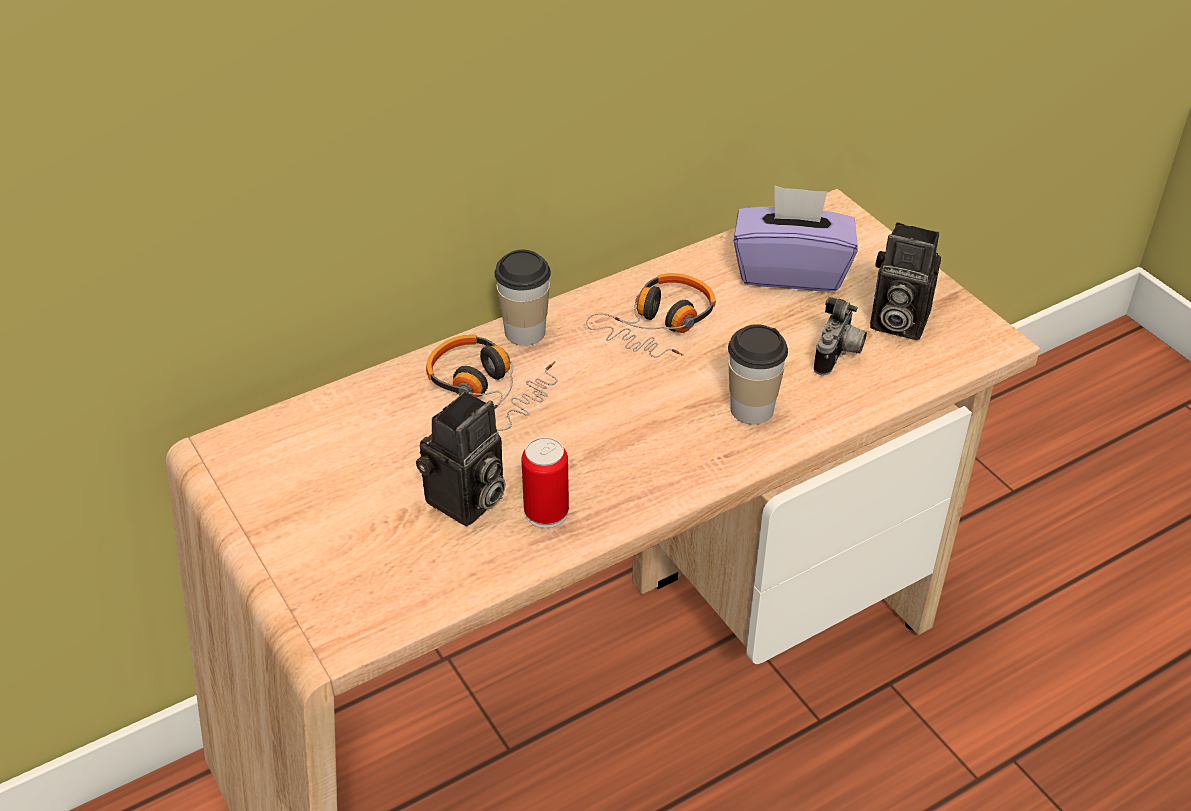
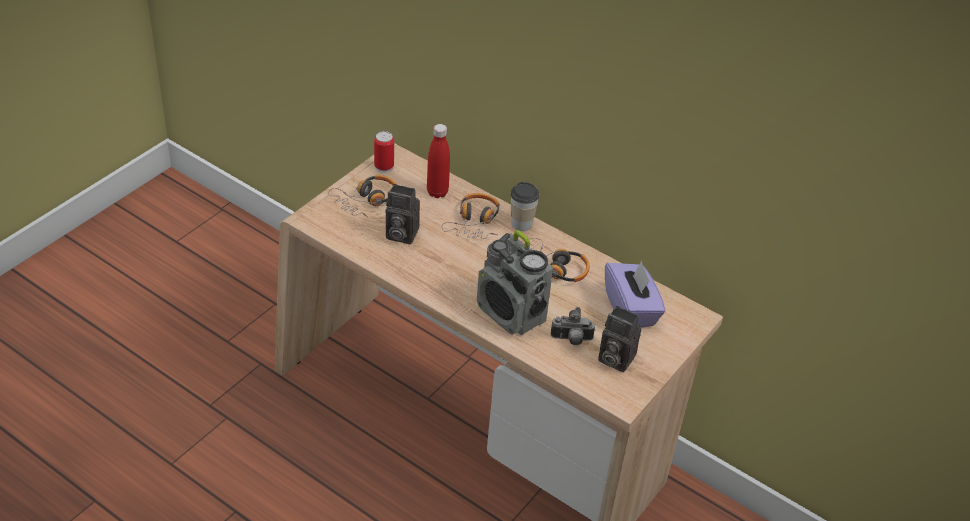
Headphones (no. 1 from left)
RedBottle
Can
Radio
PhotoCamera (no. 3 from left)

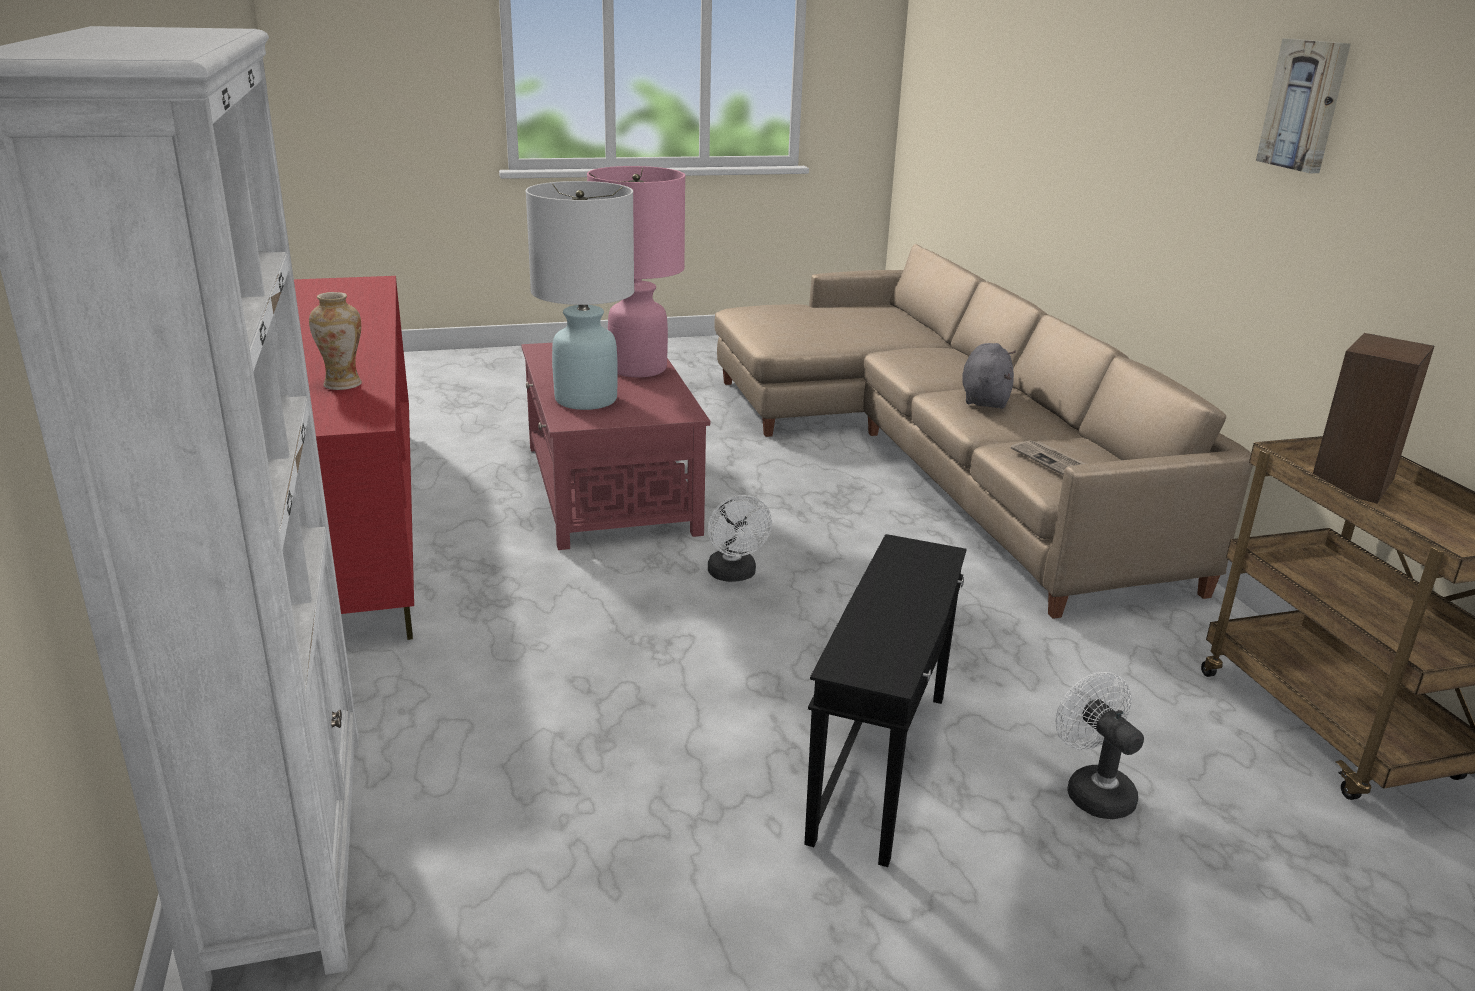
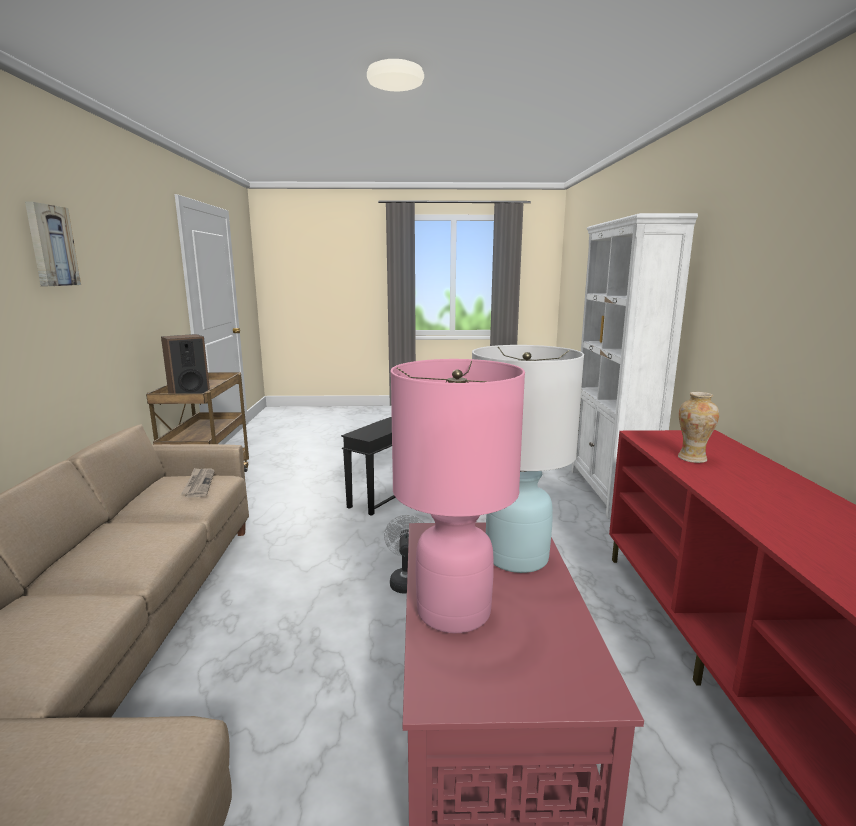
GreyPlushToy
WhiteFan (no. 2 from left in the first image)

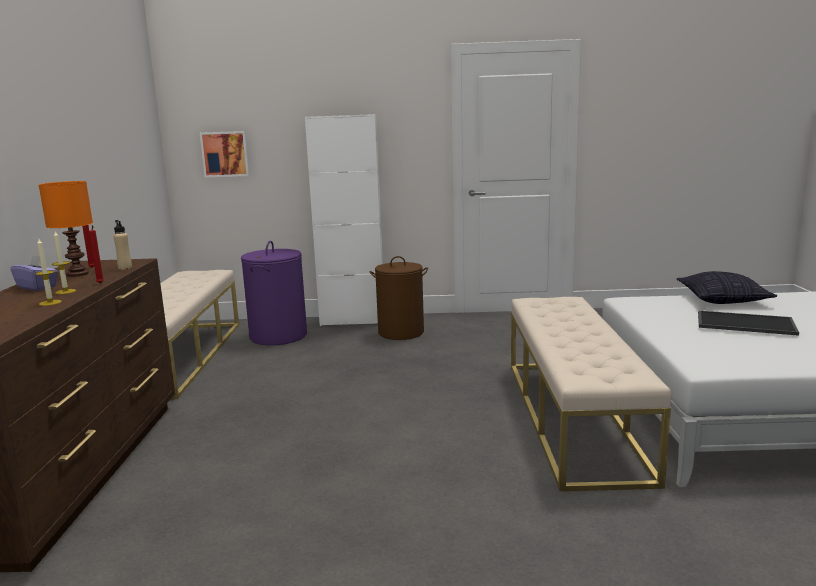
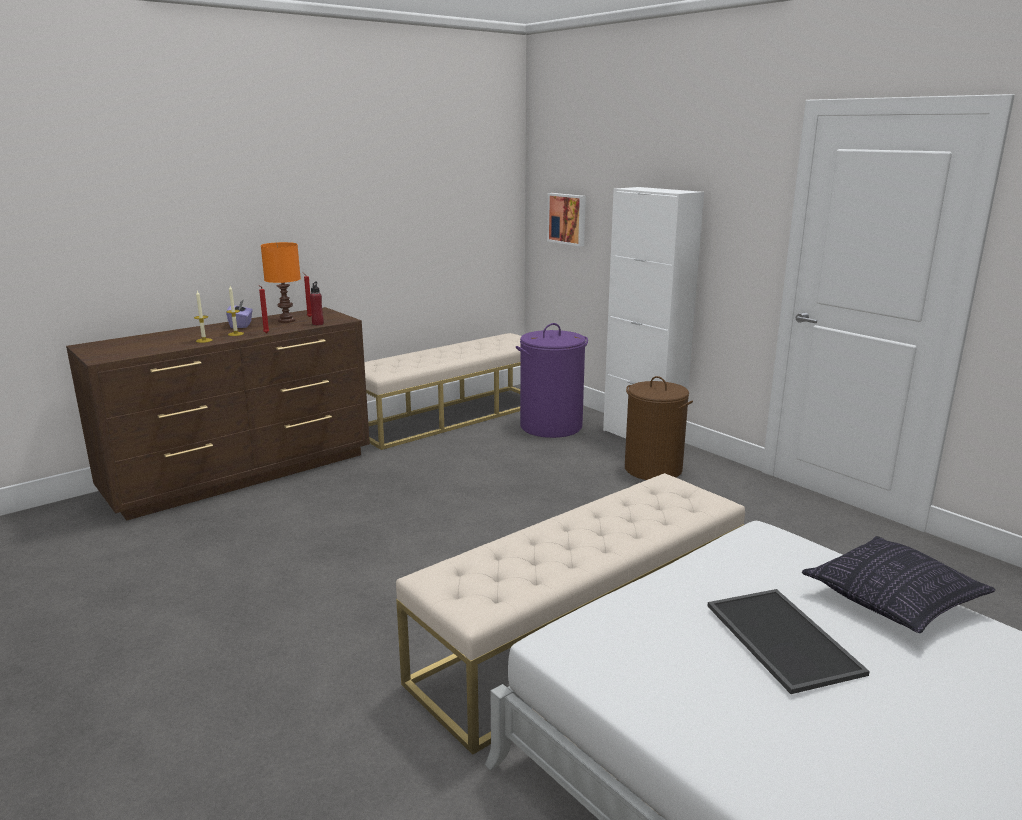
RedBottle

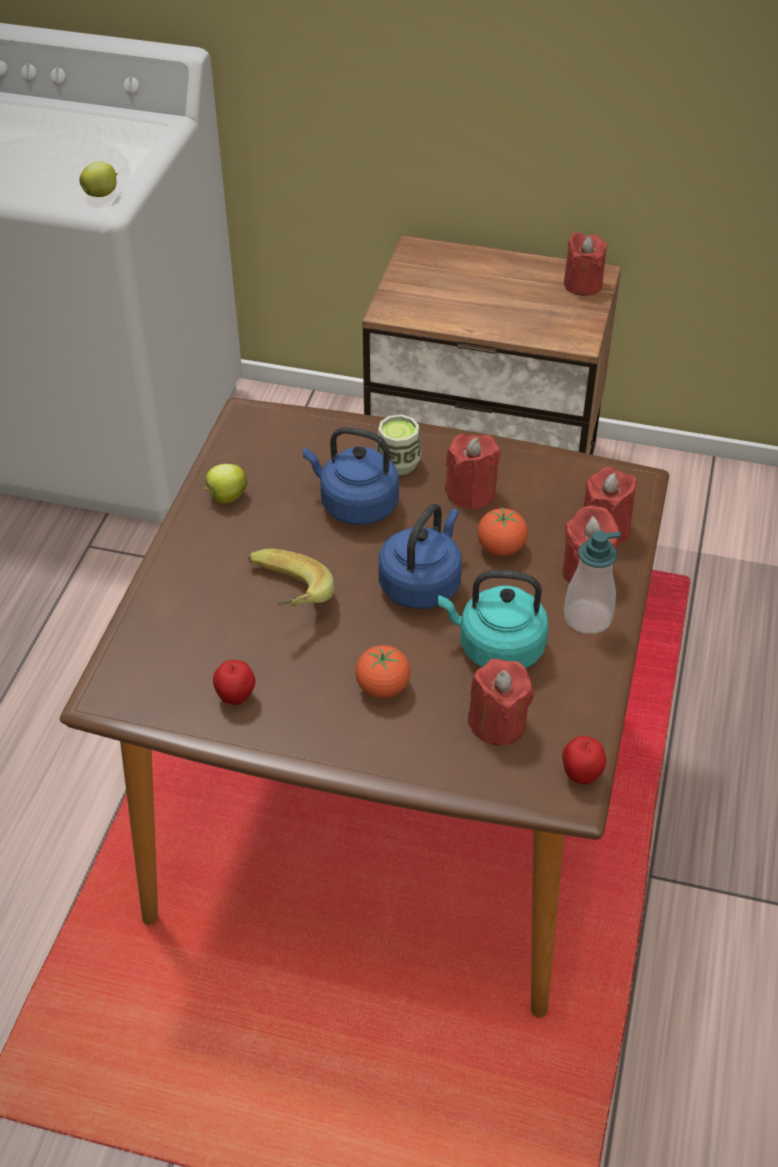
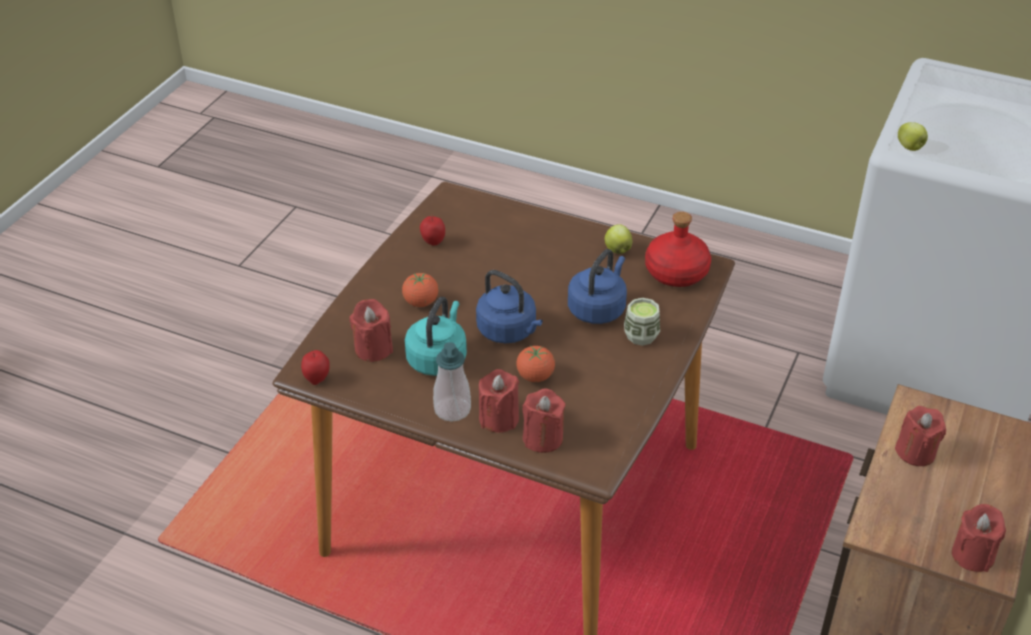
Banana
RedBottle
RedCandle (no. 4 from left)

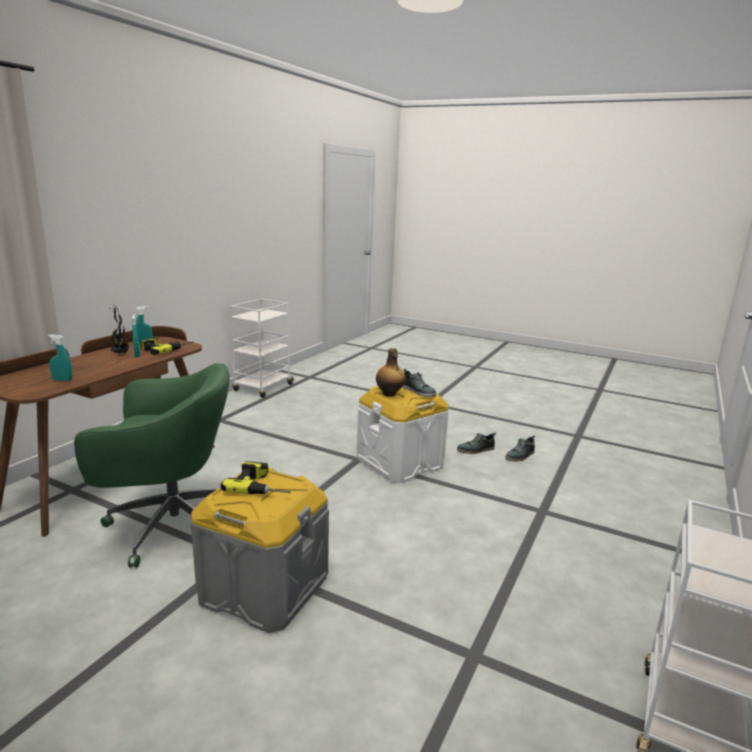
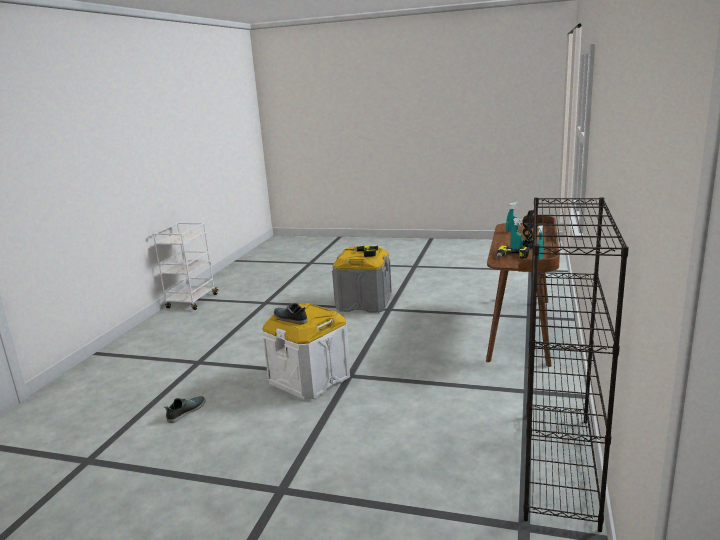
GreenOfficeChair
Bottle
Shoe (no. 2 from left in the first image)
BlackBookcase

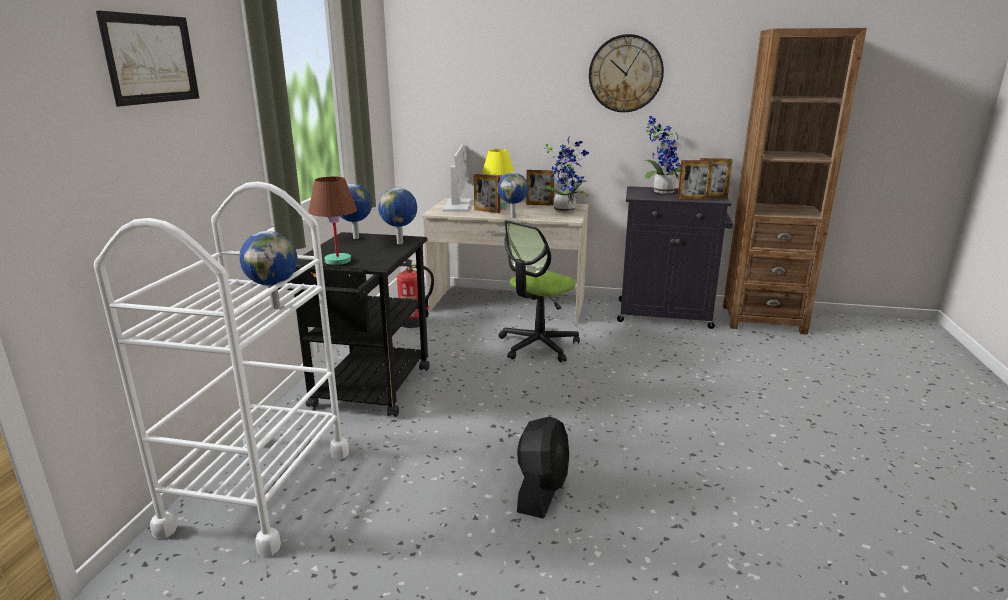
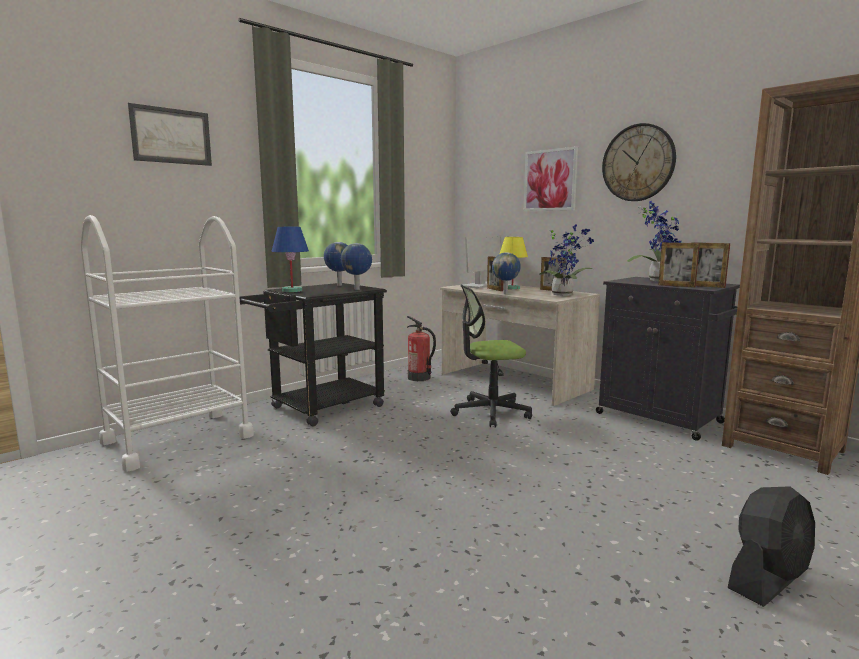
Globe (no. 1 from left in the first image)
Picture (no. 2 from left)
BlackFan
BlueTableLamp

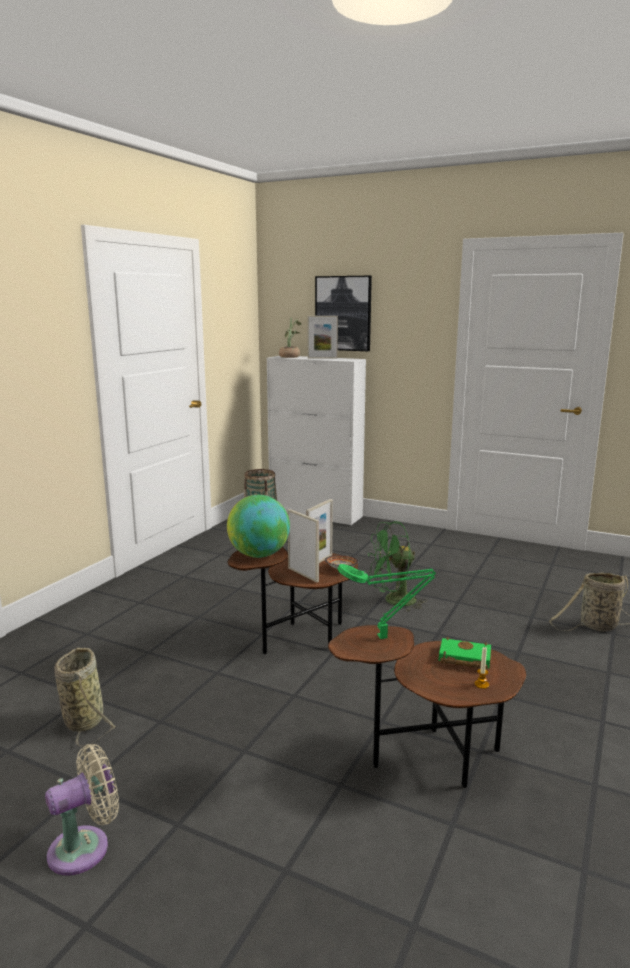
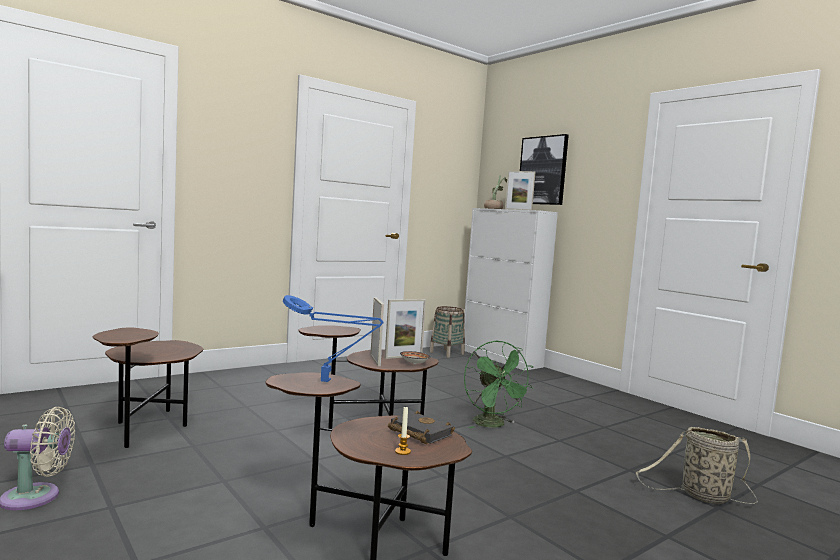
Globe
BrownSideTable (no. 1 from left)
BlueTableLamp
BlackBook
GreenFan

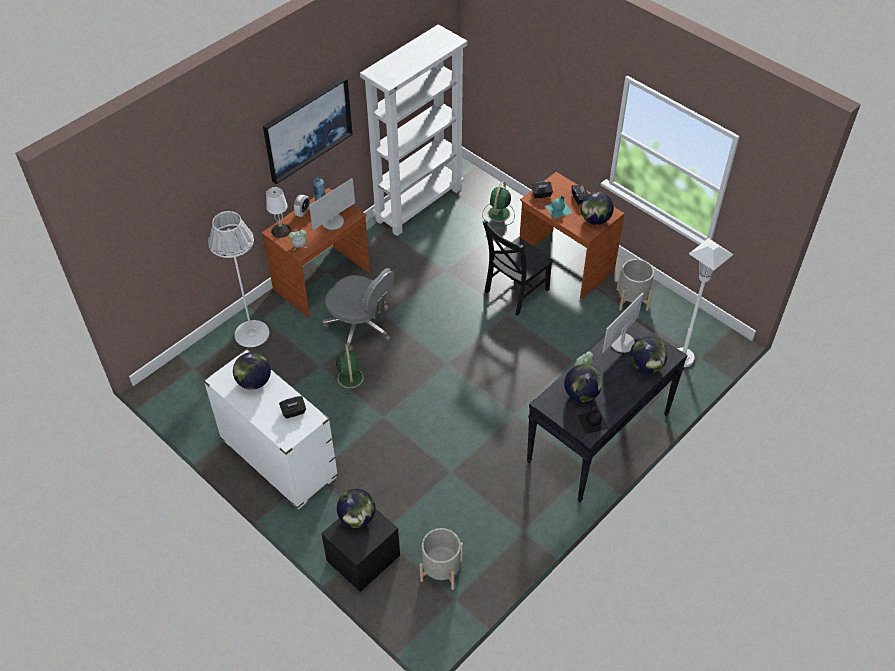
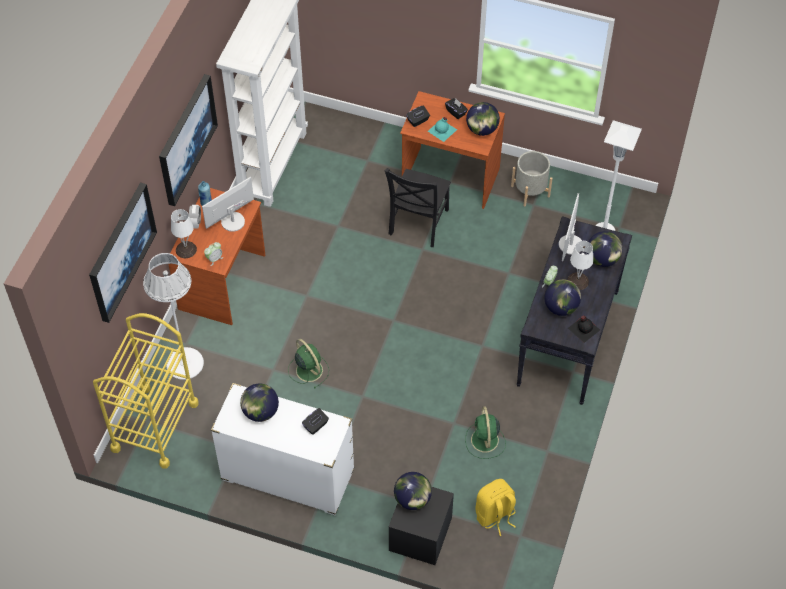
GreyOfficeChair
Picture (no. 1 from left)
YellowCart
WhiteTableLamp (no. 2 from left)
GreenFan (no. 2 from left)
YellowBackpack
Monitor (no. 1 from left)

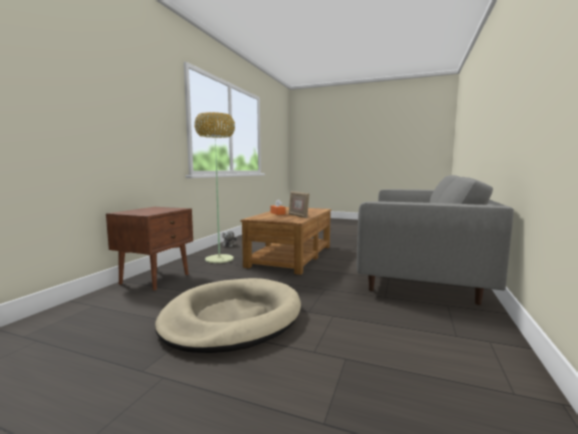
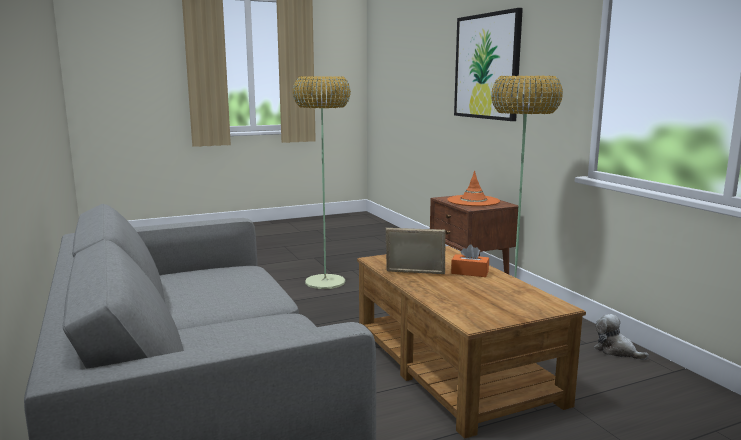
OrangeHat
Picture
FloorLamp (no. 1 from left)

